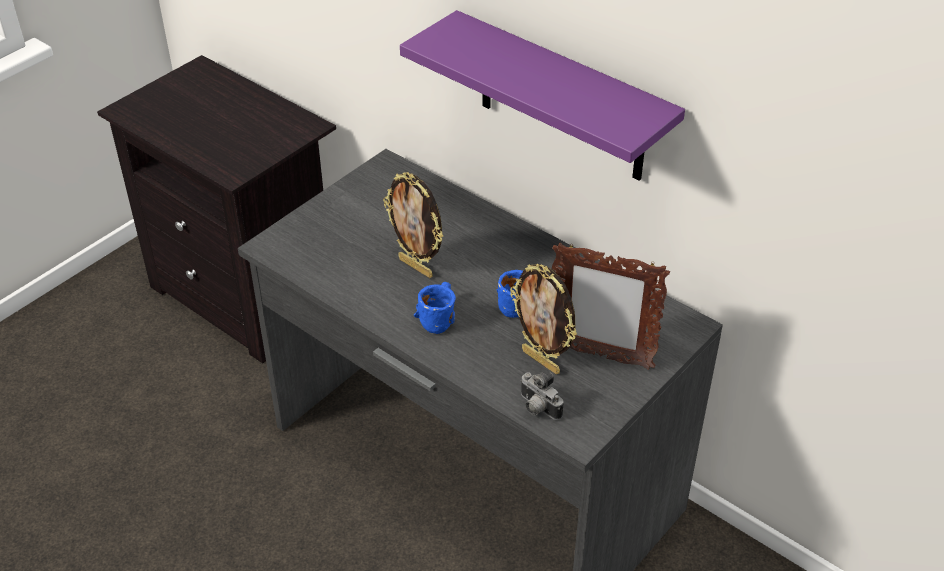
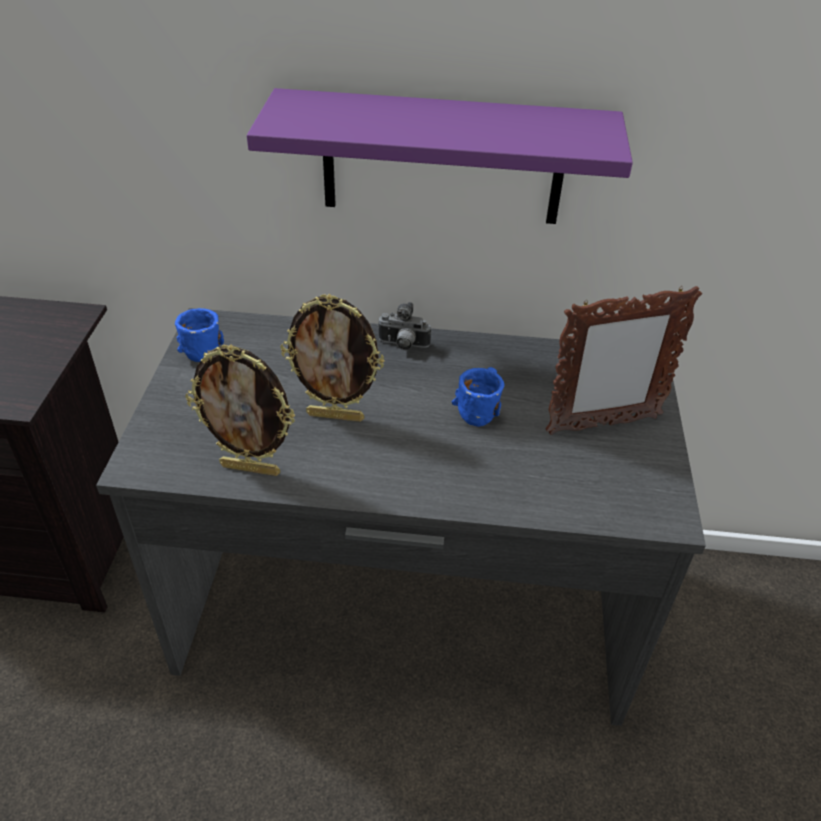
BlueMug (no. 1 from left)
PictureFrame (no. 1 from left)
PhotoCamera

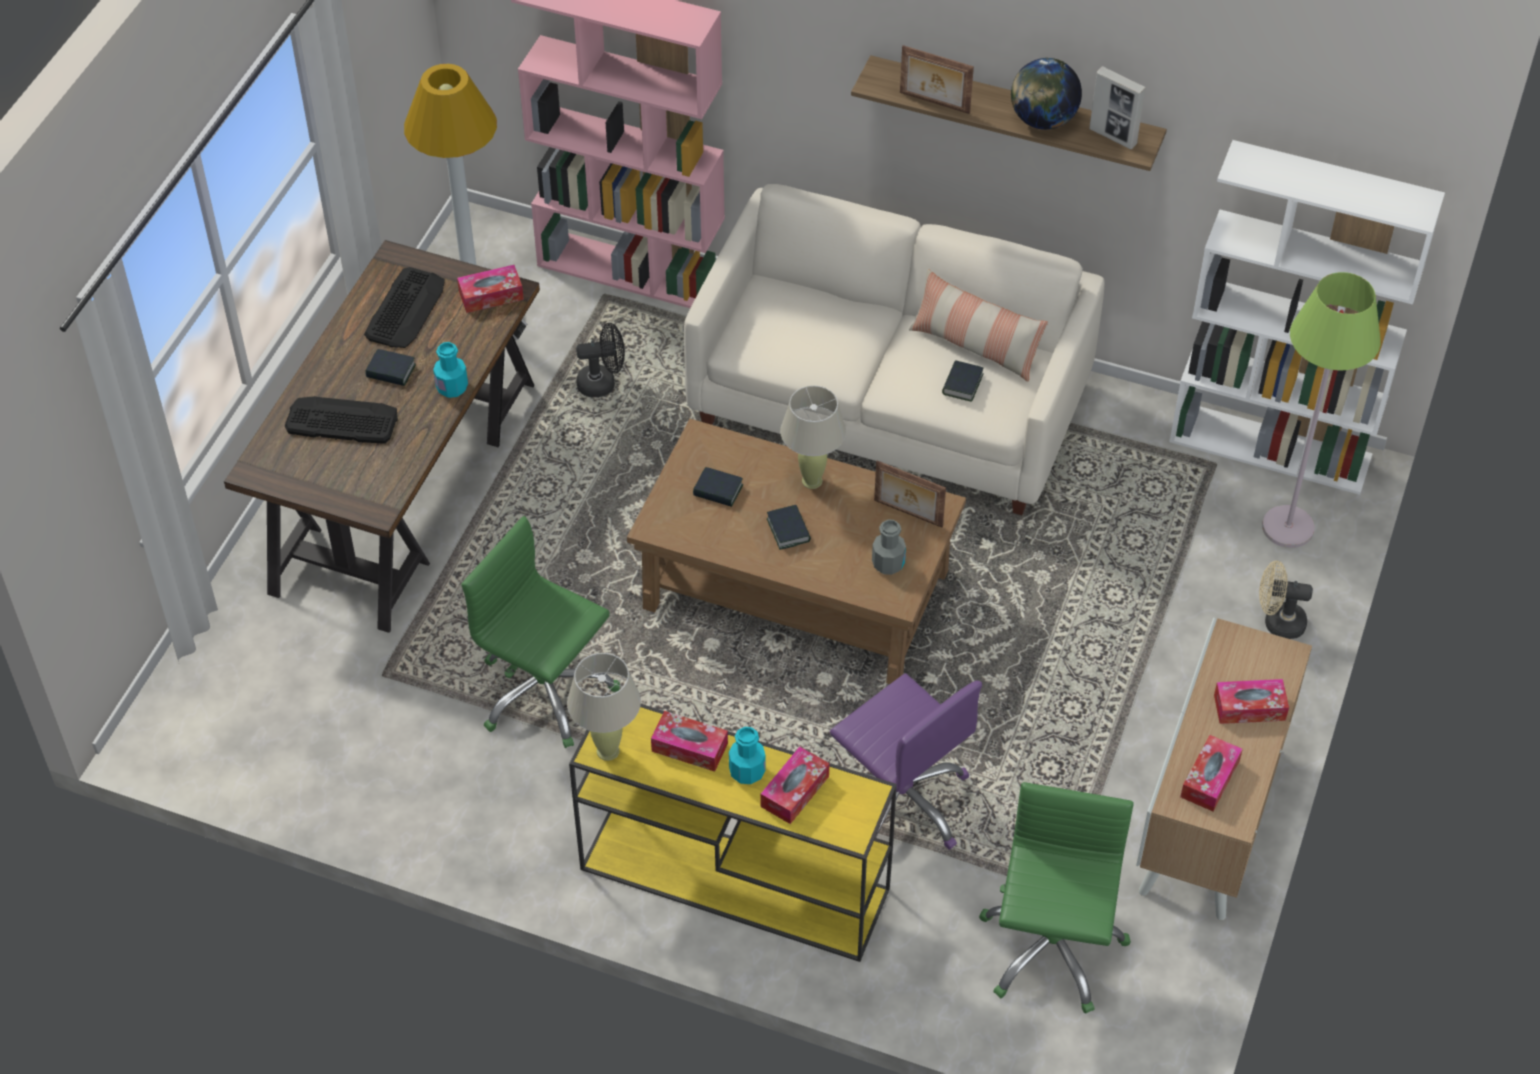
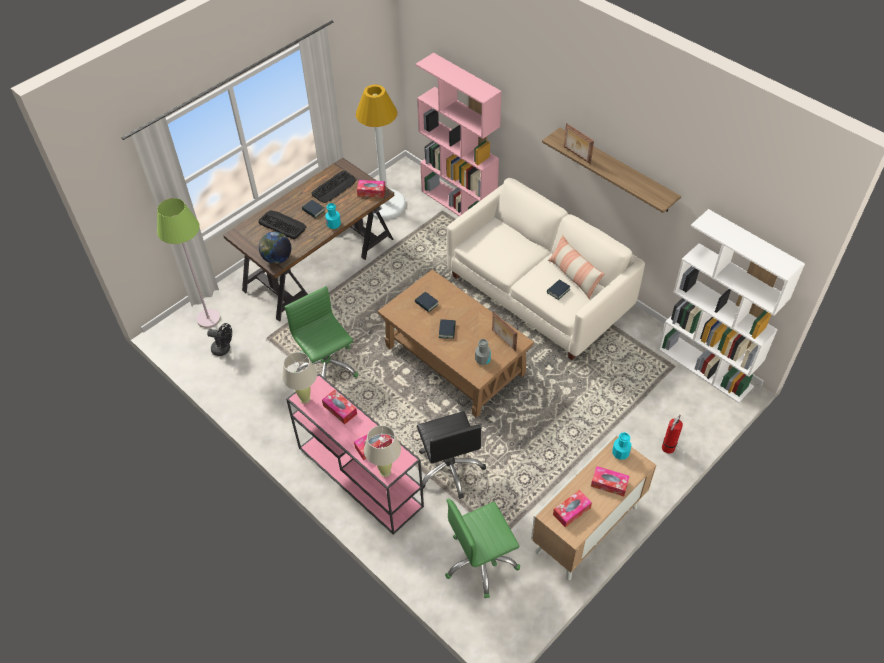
PictureFrame (no. 3 from left in the first image)
BlackFan
TurquoiseBottle (no. 2 from left)
BeigeTableLamp (no. 2 from left)
Globe
GreenFloorLamp
FireExtinguisher
PinkConsoleTable
BlackOfficeChair
GreenOfficeChair (no. 2 from left)

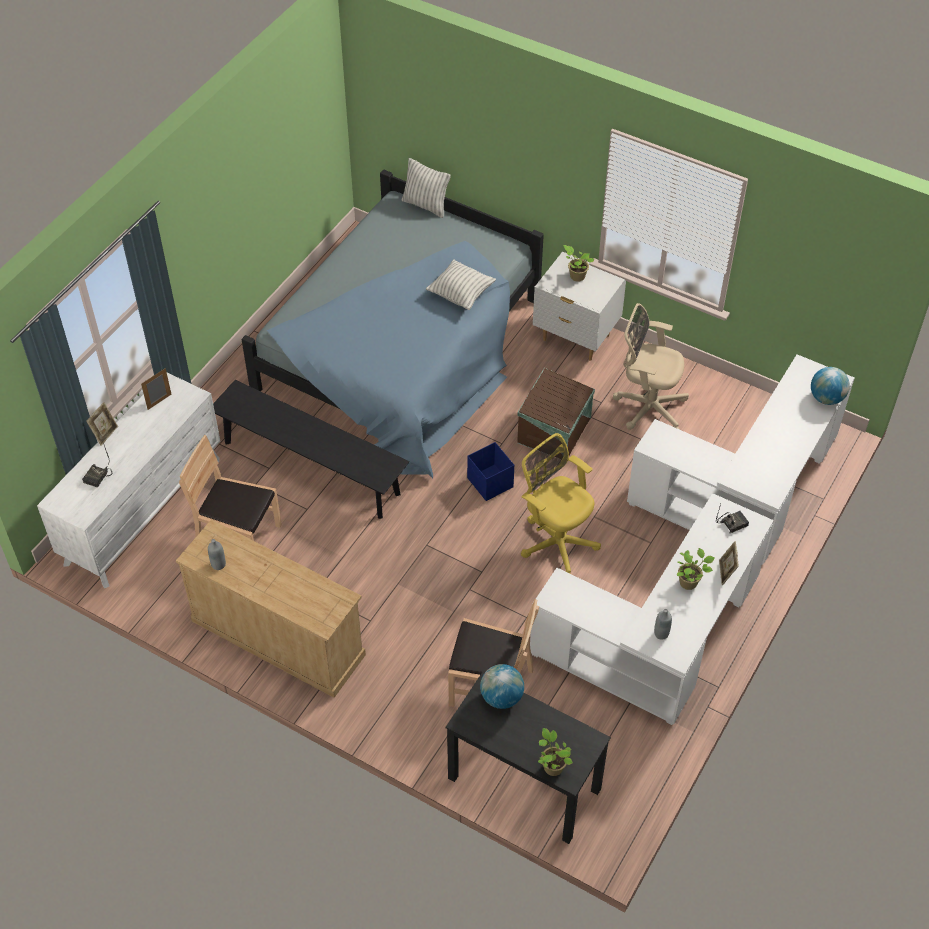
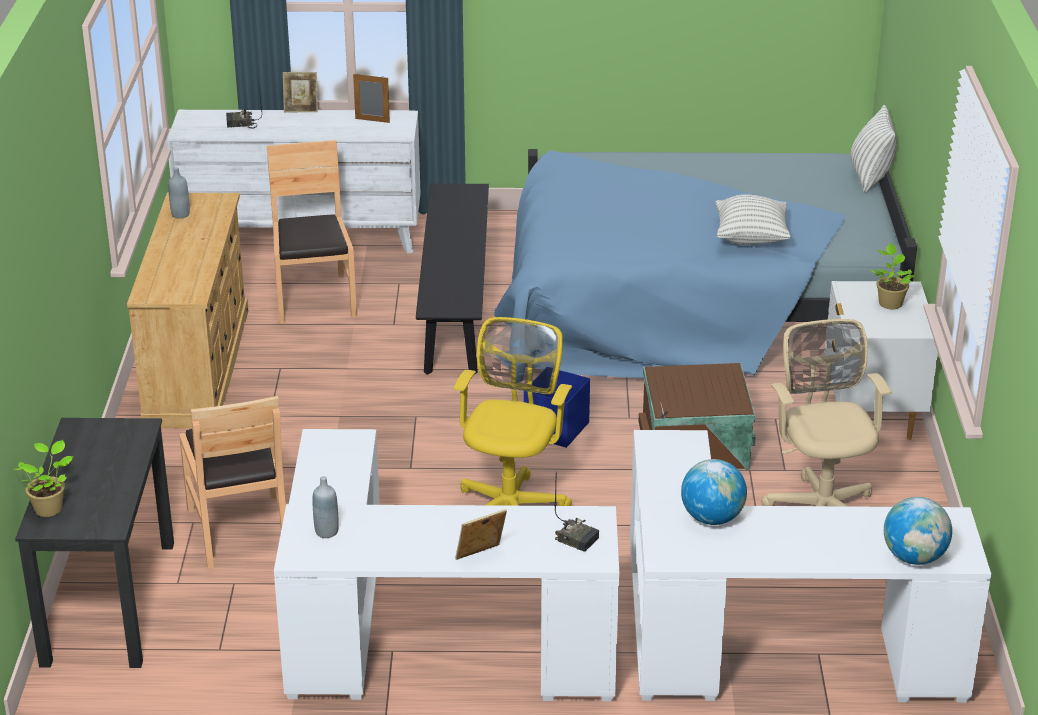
PottedPlant (no. 3 from left in the first image)
Globe (no. 1 from left)

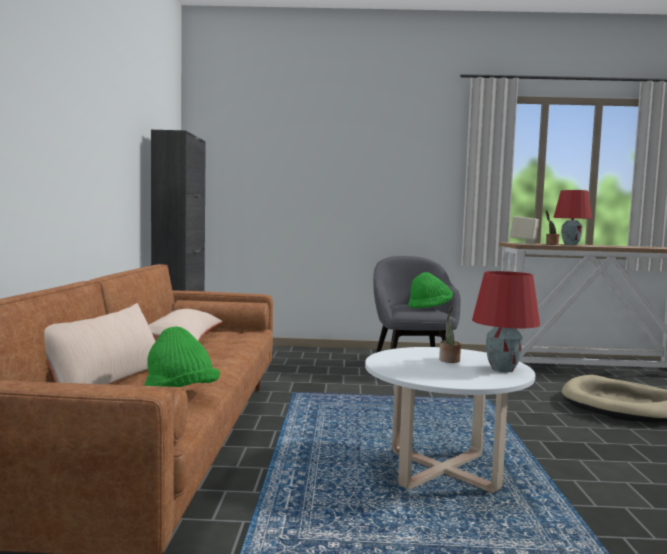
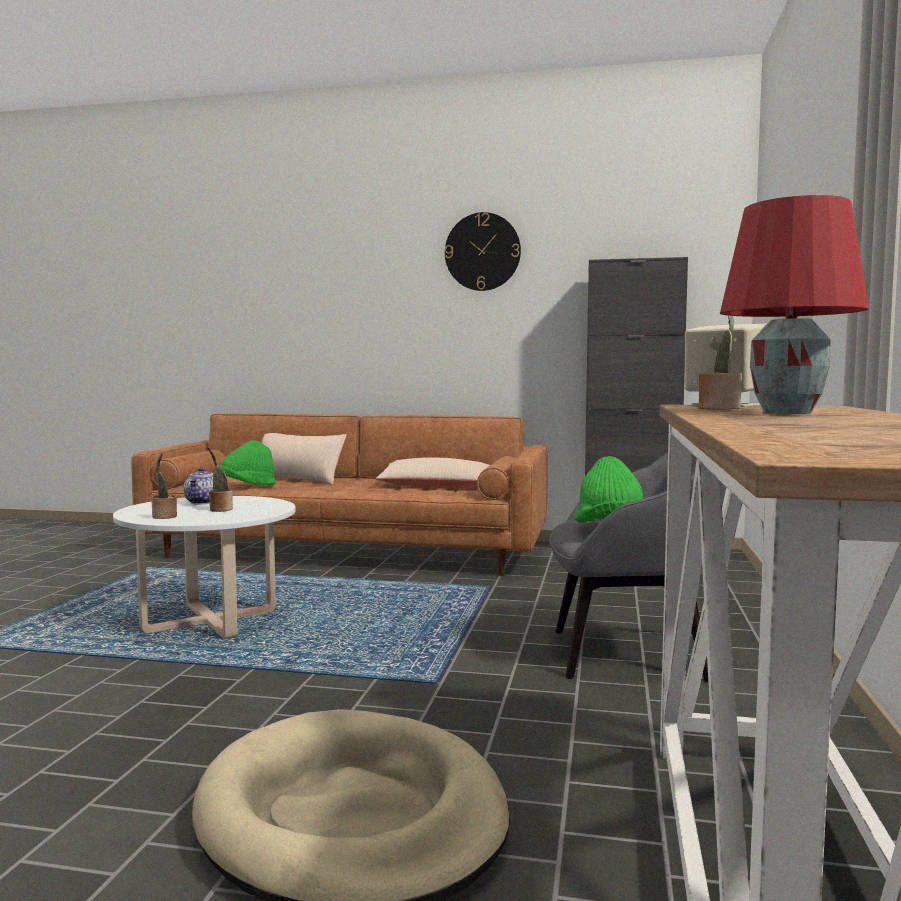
Teapot
WallClock
PottedPlant (no. 1 from left)

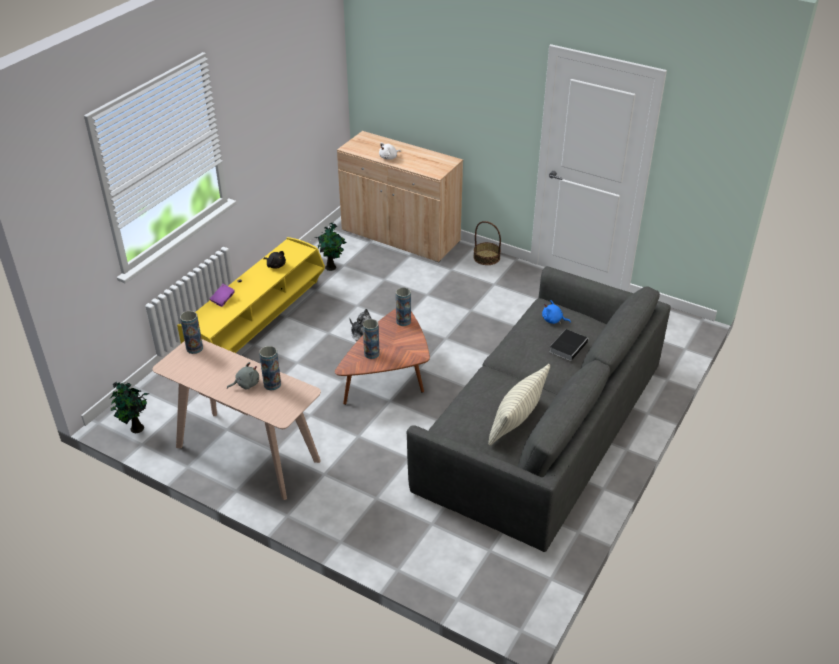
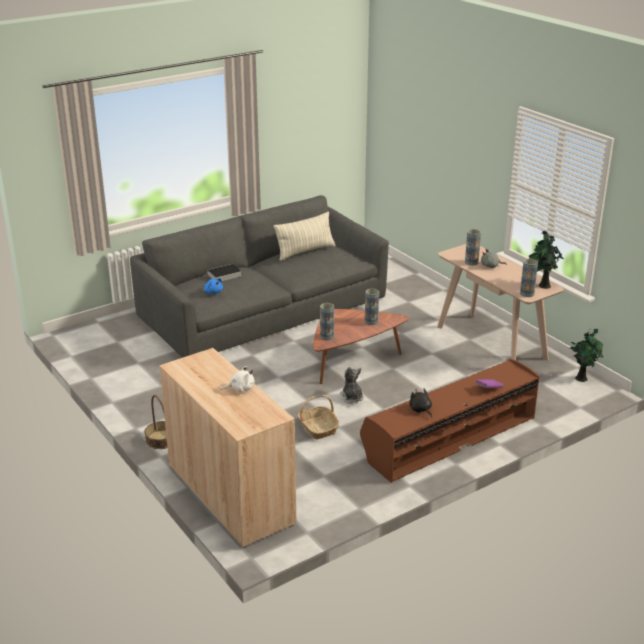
Basket (no. 2 from left)
PottedPlant (no. 1 from left)
BrownTvStand

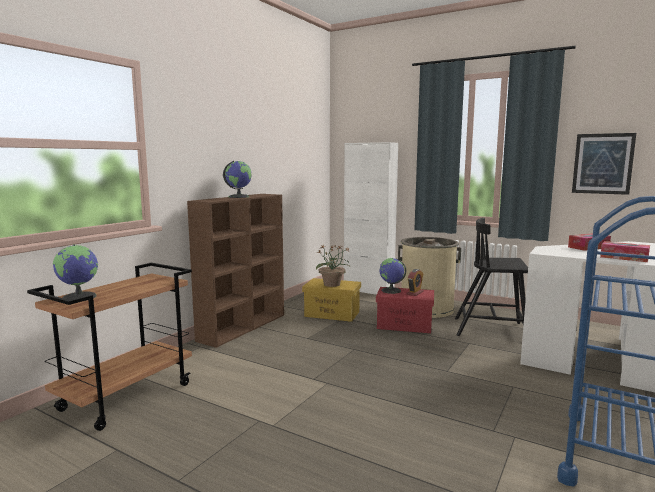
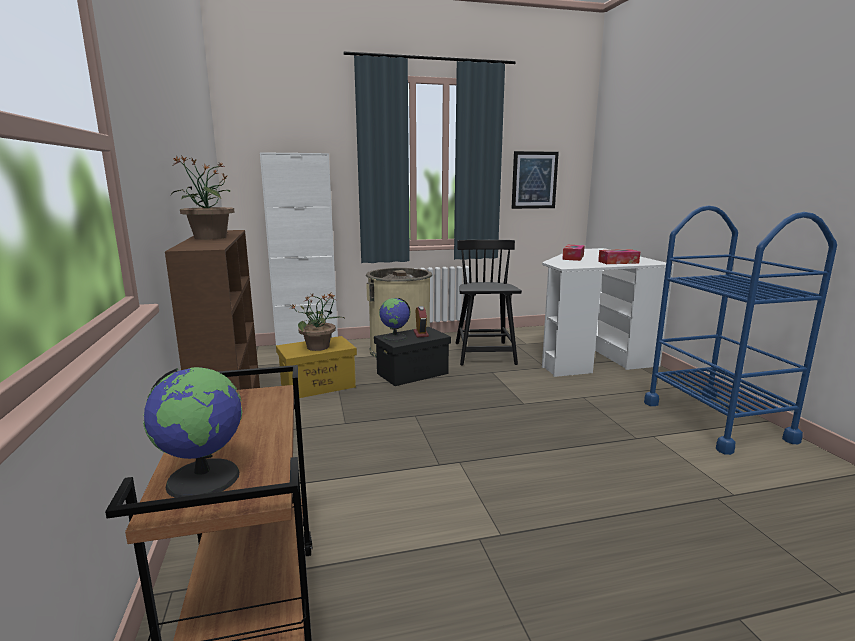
PottedPlant (no. 1 from left)
BlackStorageBox
BlackChair

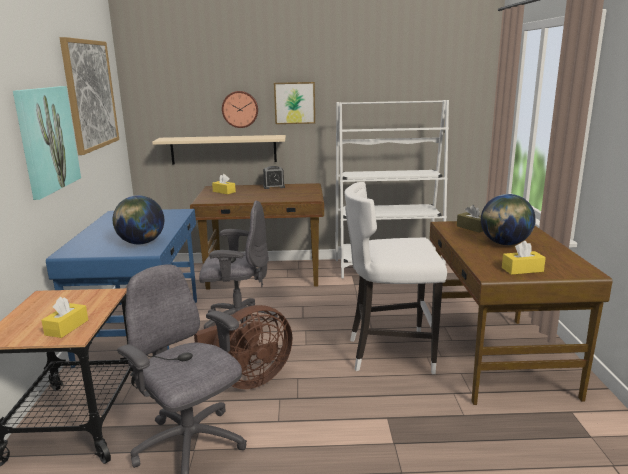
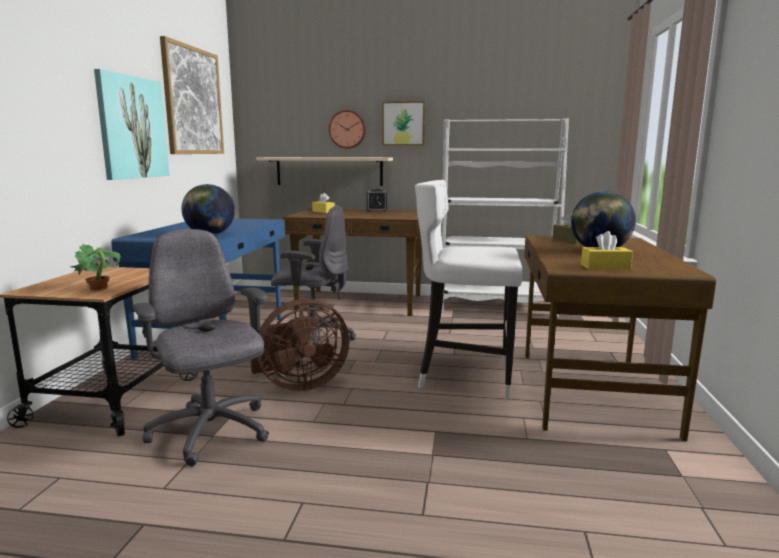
PottedPlant

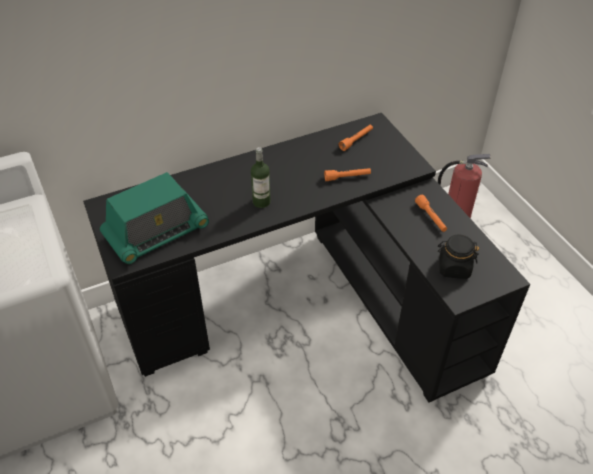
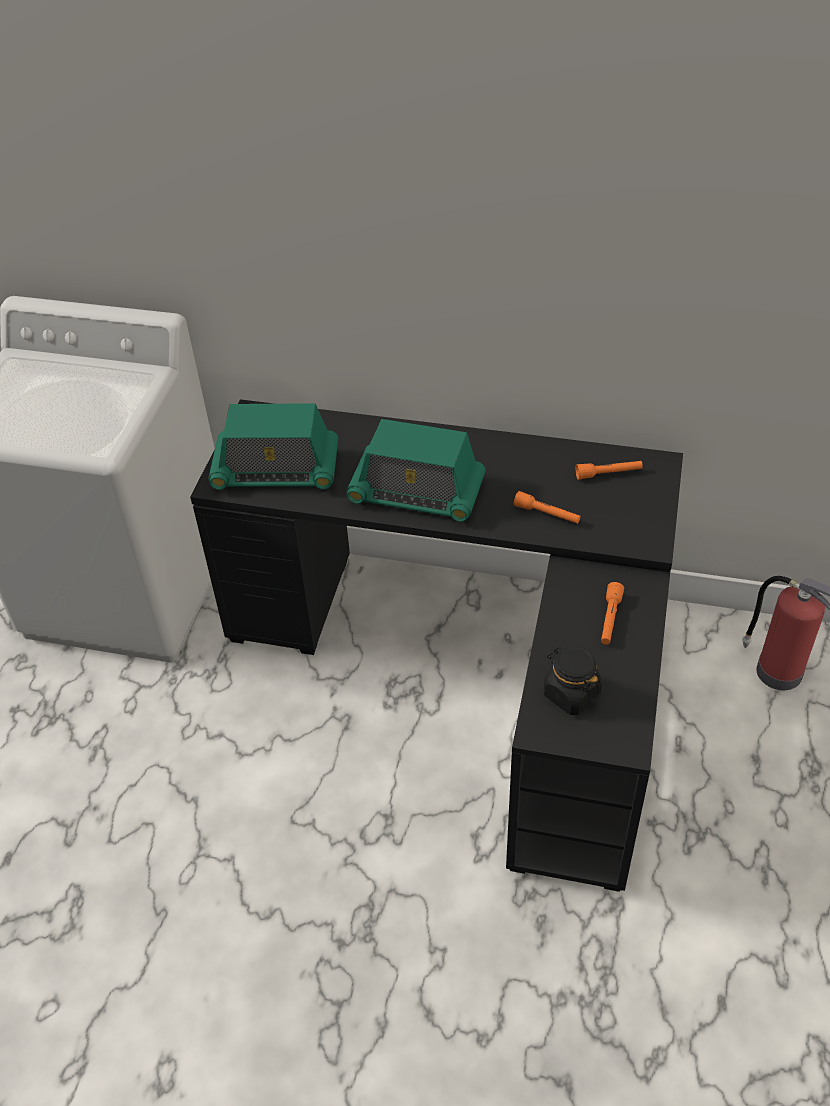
Radio (no. 2 from left)

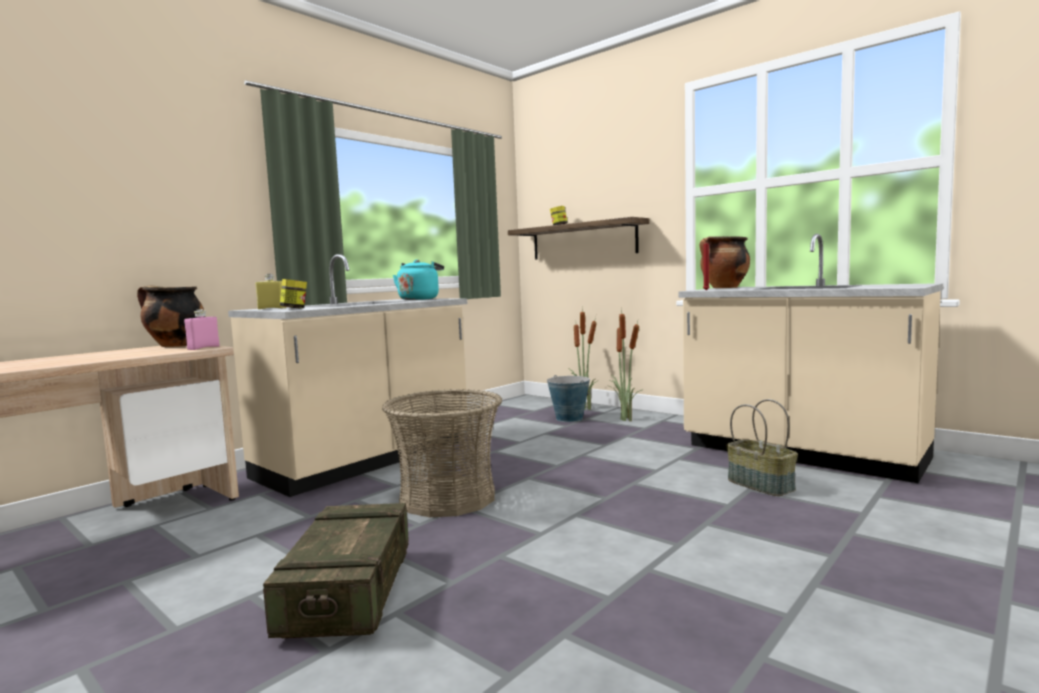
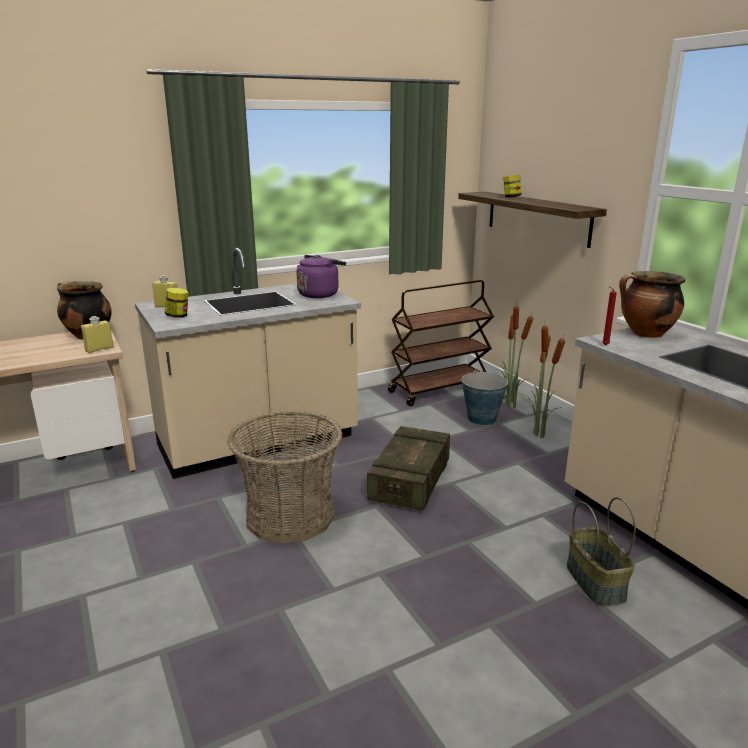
BrownCart
Crate
YellowBottle (no. 1 from left)
PurpleKettle

